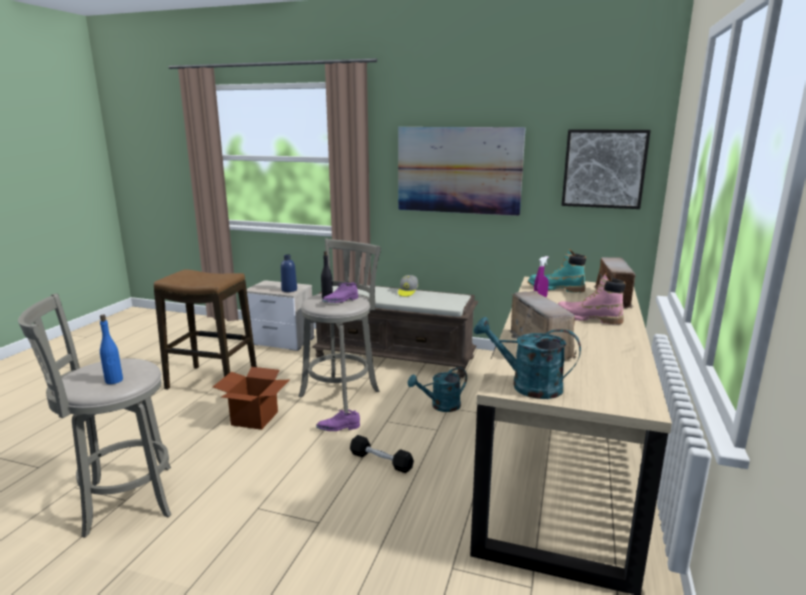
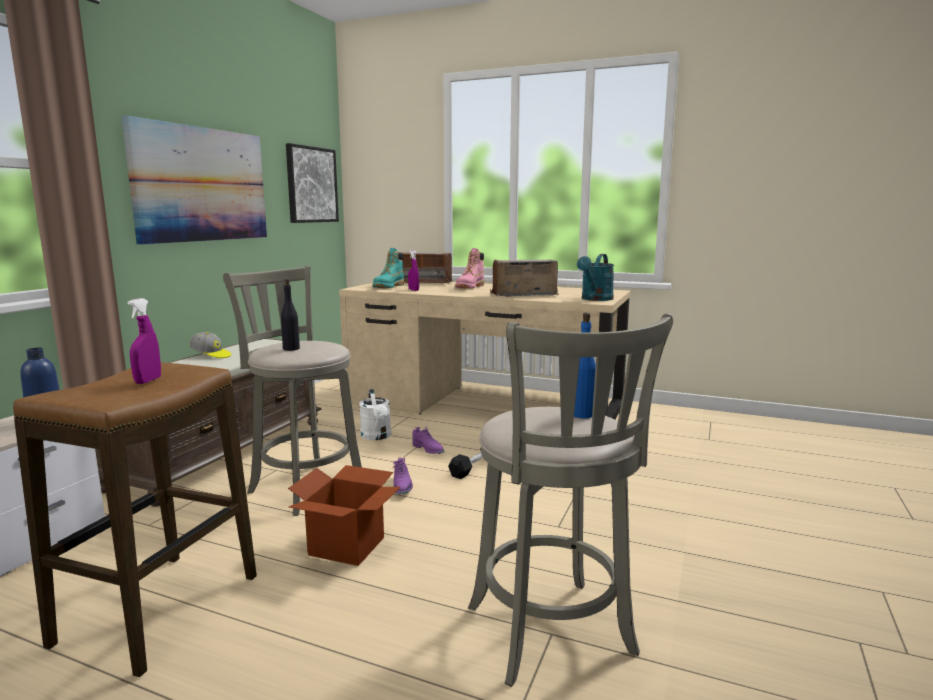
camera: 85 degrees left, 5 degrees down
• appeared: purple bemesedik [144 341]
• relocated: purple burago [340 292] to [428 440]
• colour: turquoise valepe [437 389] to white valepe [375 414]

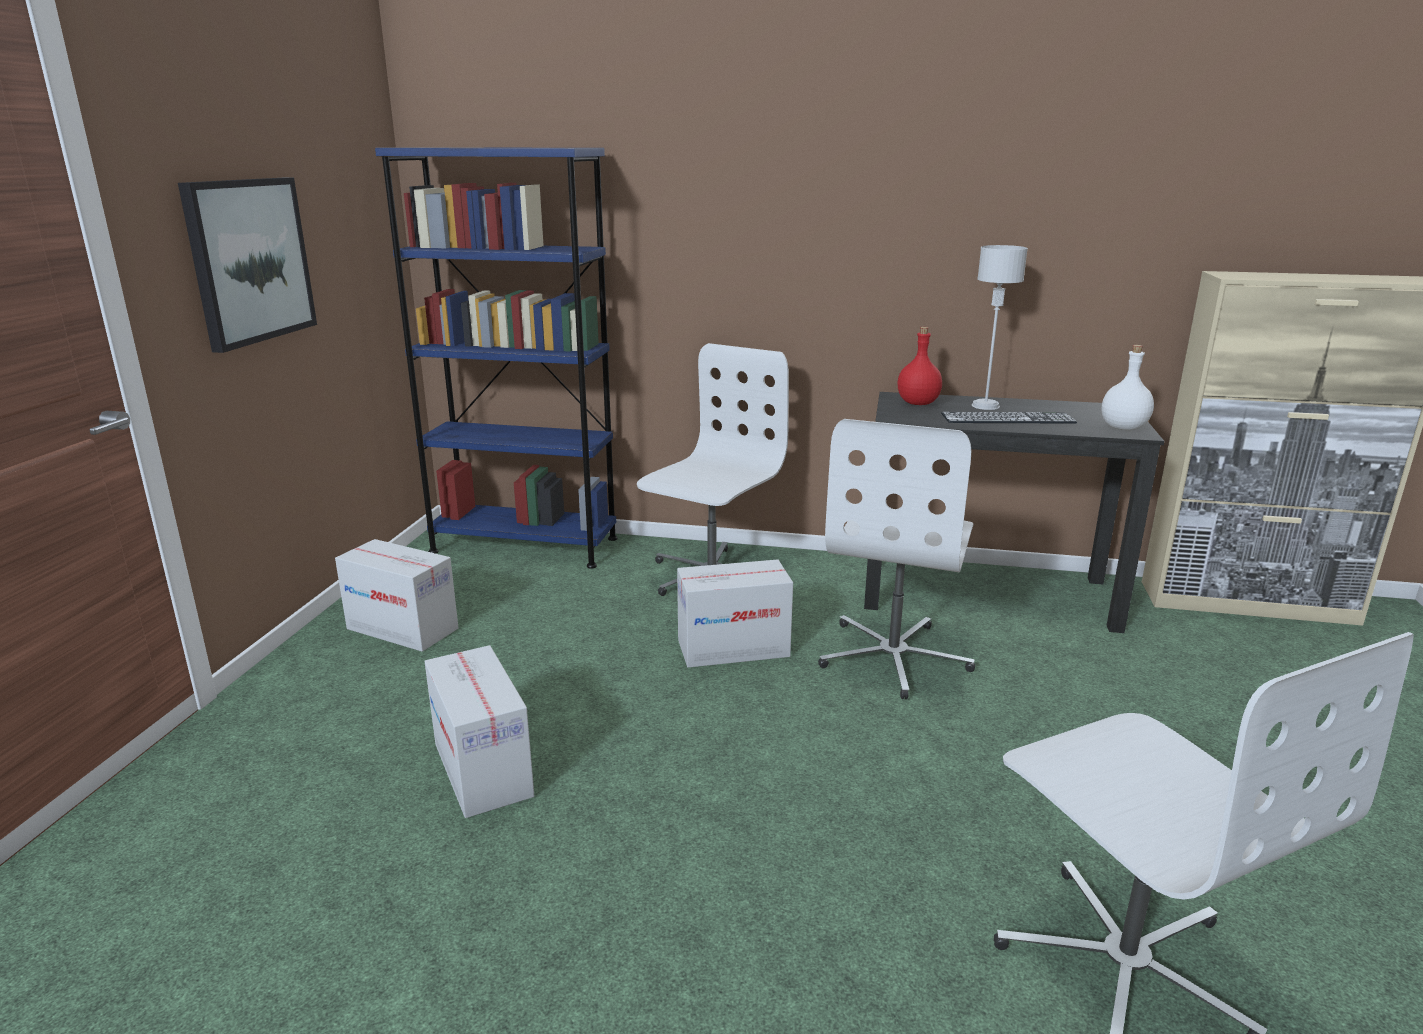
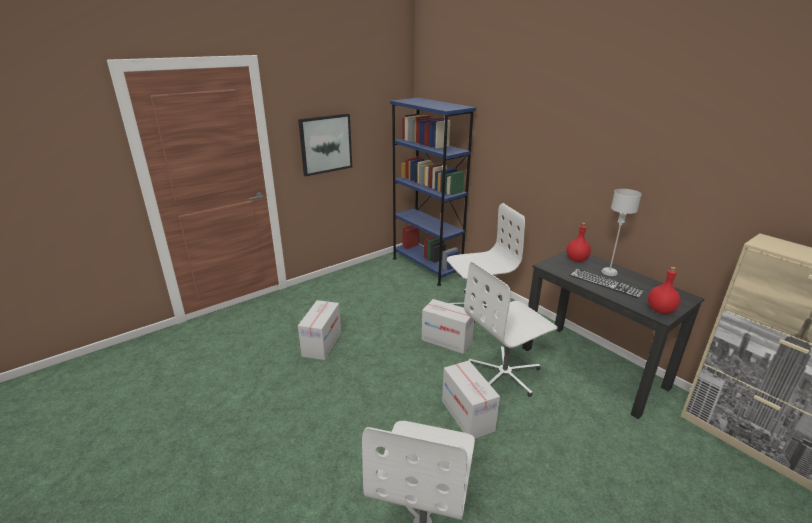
camera: 40 degrees right, 5 degrees up
• relocated: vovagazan [397 595] to [471 399]
• colour: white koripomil [1128 387] to red koripomil [664 290]

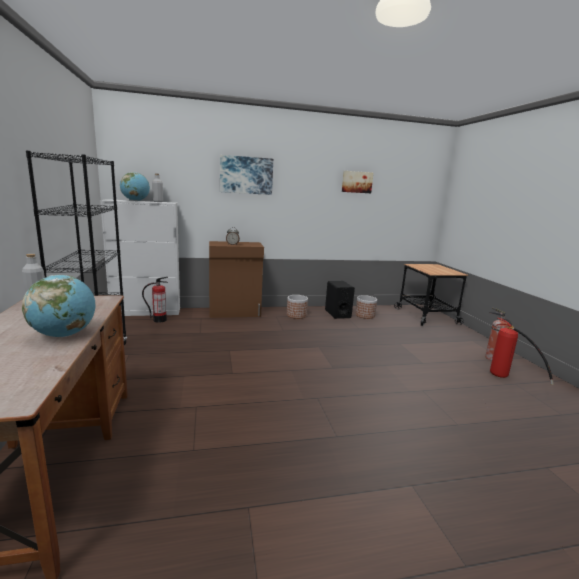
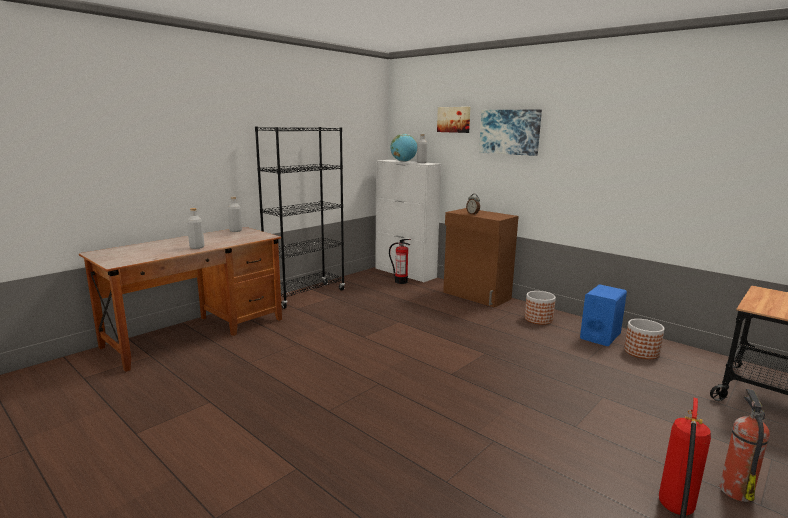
camera: 55 degrees right, 0 degrees up
• relocated: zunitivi [357 182] to [454 120]
• exchanged: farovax [58 306] to grey koripomil [195 228]
• colour: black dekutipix [340 300] to blue dekutipix [603 315]

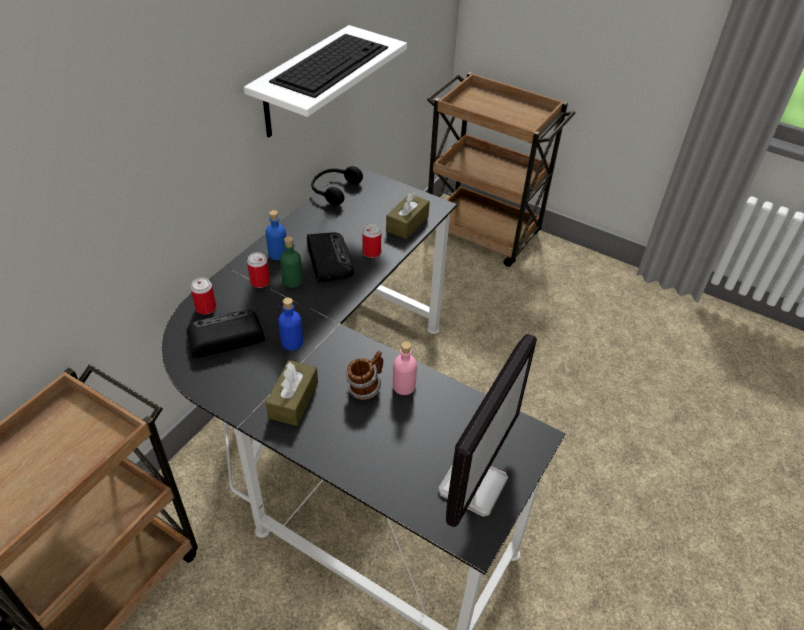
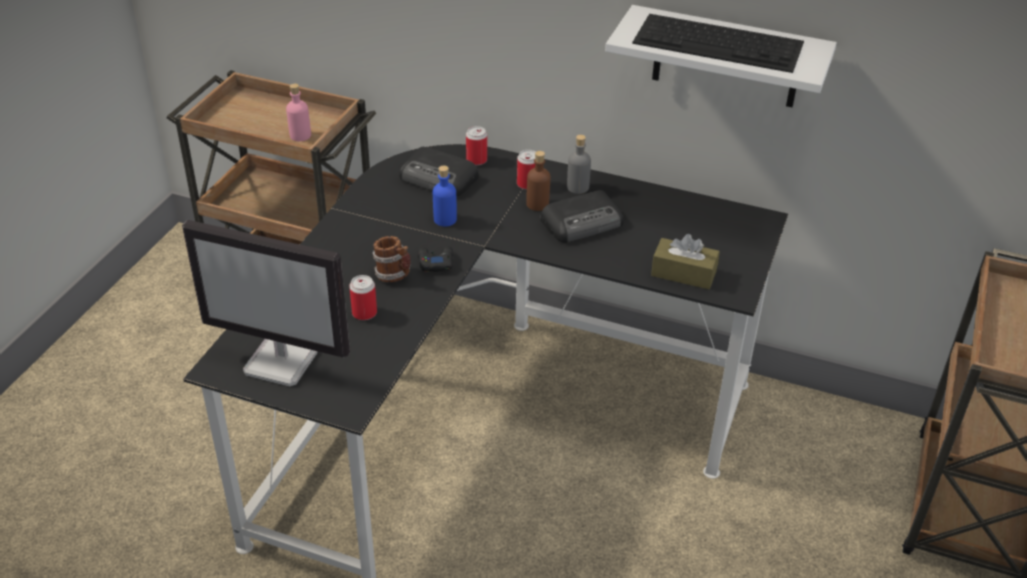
camera: 80 degrees right, 5 degrees down
• missing: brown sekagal [292 393]
• missing: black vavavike [337 186]
• appeared: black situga [435 259]
• relocated: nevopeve [371 241] to [363 297]
• relocated: pink koripomil [405 368] to [298 112]
• colour: blue koripomil [276 235] to grey koripomil [579 164]
• colour: green koripomil [291 262] to brown koripomil [538 181]
• spun: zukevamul [226 334] = [439 172] 150 degrees clockwise

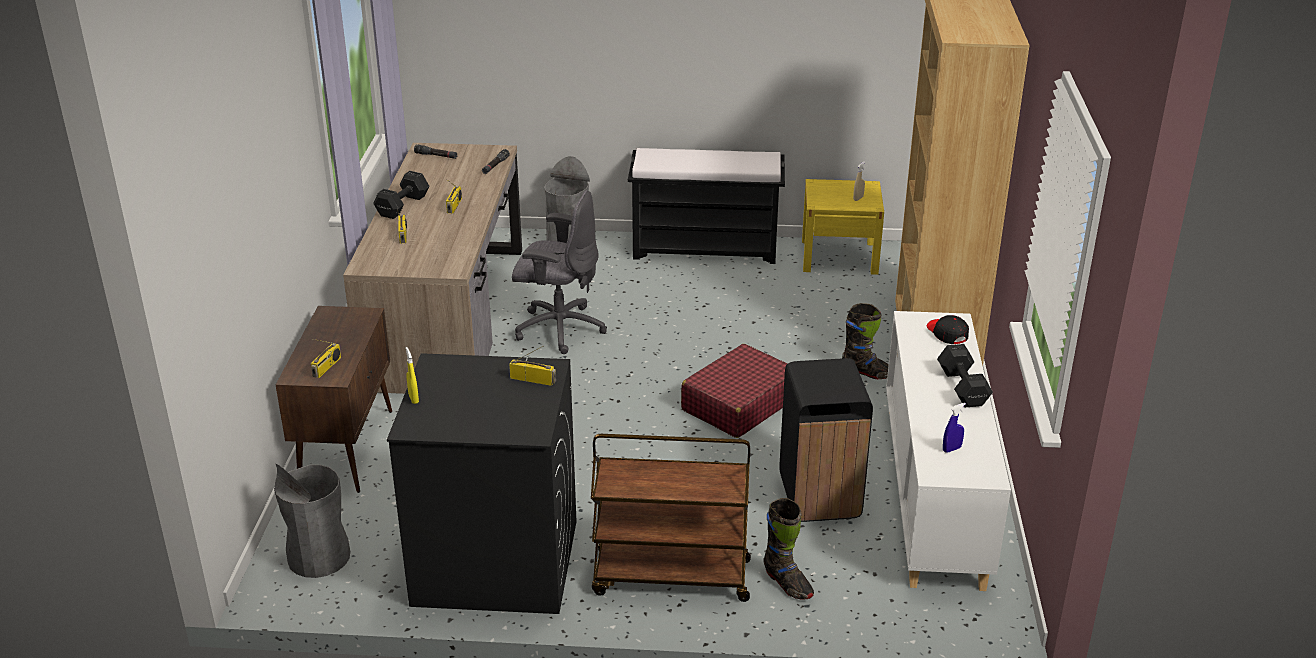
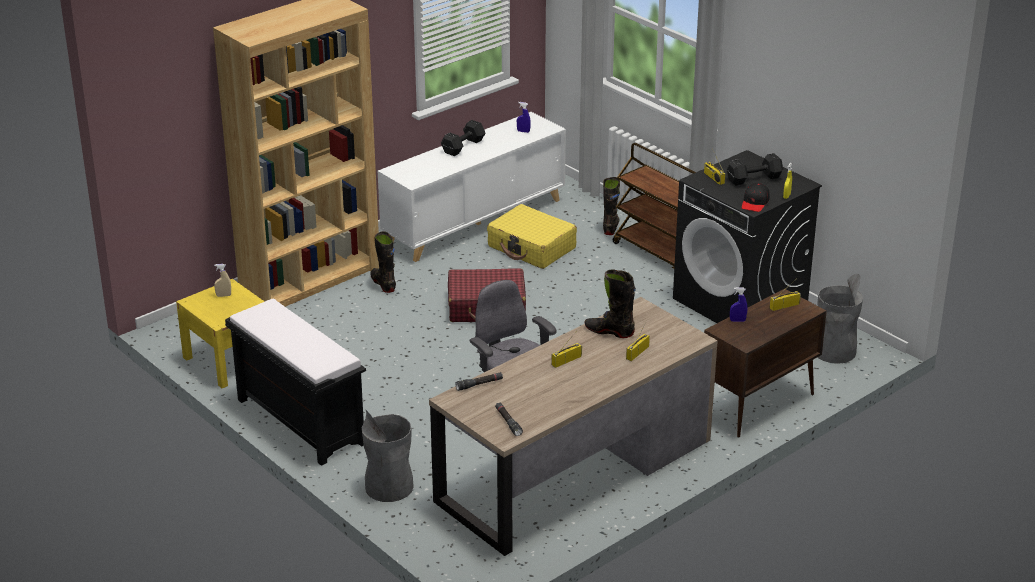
camera: 135 degrees left, 0 degrees up
• appeared: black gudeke [610 303]
• appeared: blue bemesedik [738 304]
• relocated: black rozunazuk [401 195] to [755 169]
• relocated: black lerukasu [947 329] to [756 197]
• exchanged: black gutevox [826 440] to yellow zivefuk [532 236]

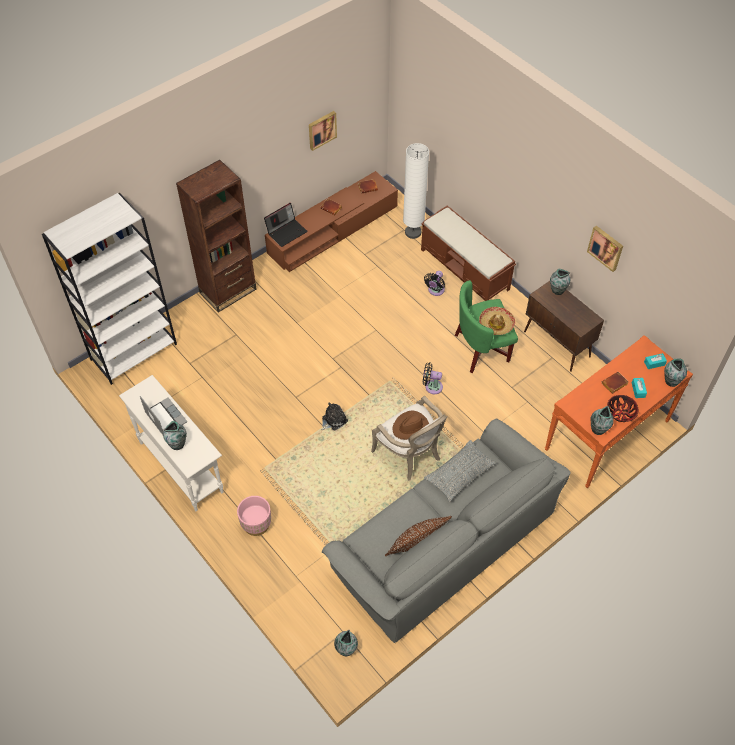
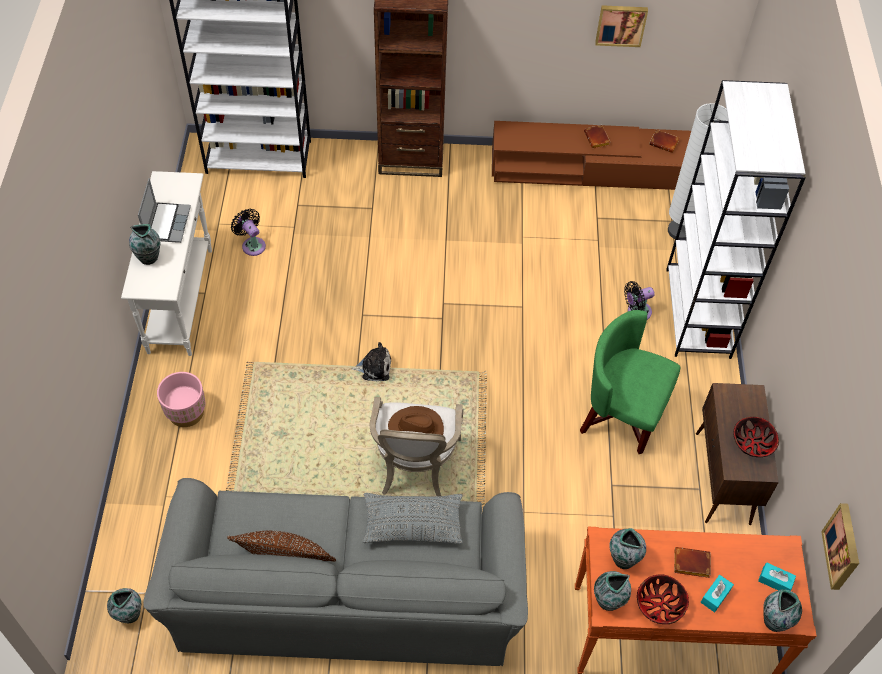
camera: 40 degrees right, 0 degrees up
• missing: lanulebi [285 225]
• missing: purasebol [497 321]
• appeared: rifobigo [756 437]
• relocated: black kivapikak [433 378] to [248 232]
• relocated: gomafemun [560 282] to [627 548]
• relocated: zunitivi [605 249] to [840 546]
• exchanged: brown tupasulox [468 253] to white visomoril [736 219]

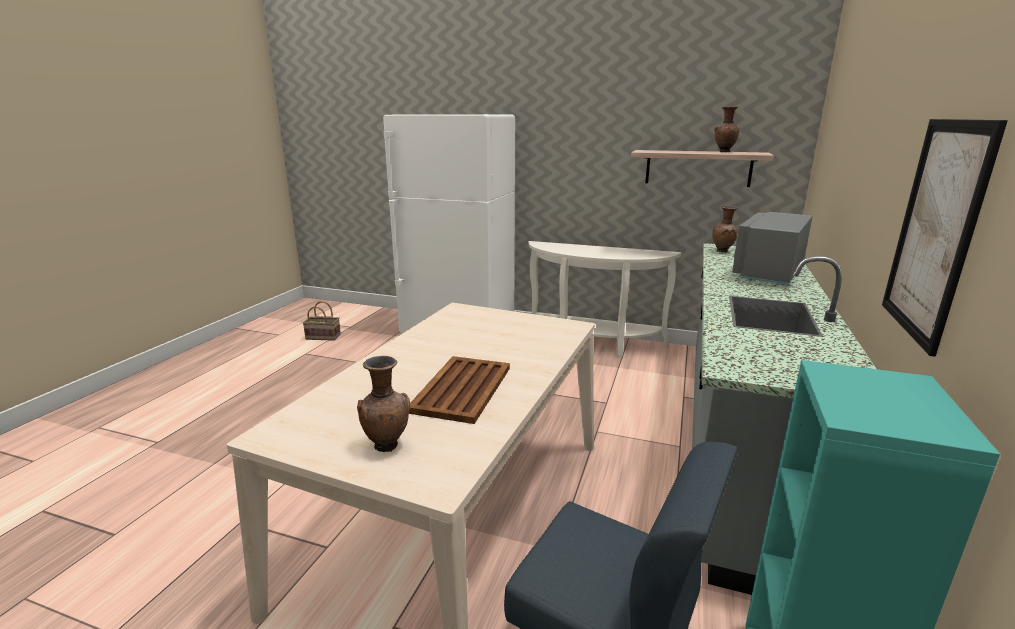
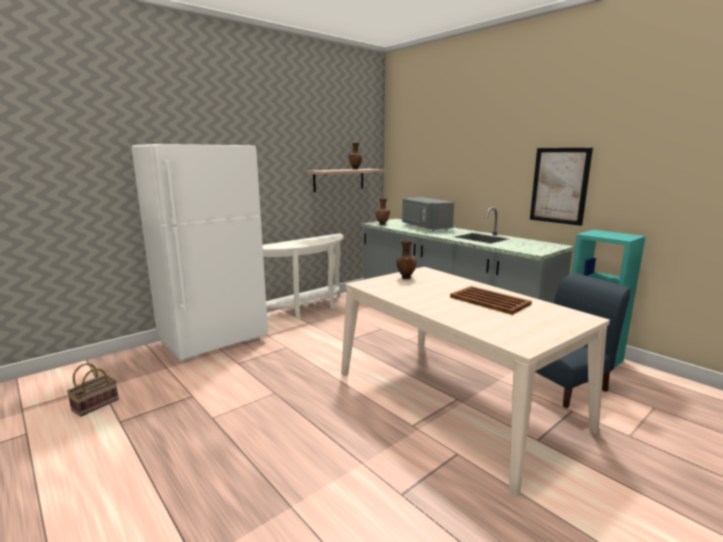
camera: 60 degrees left, 5 degrees down
• relocated: brown gomafemun [383 404] to [406 259]

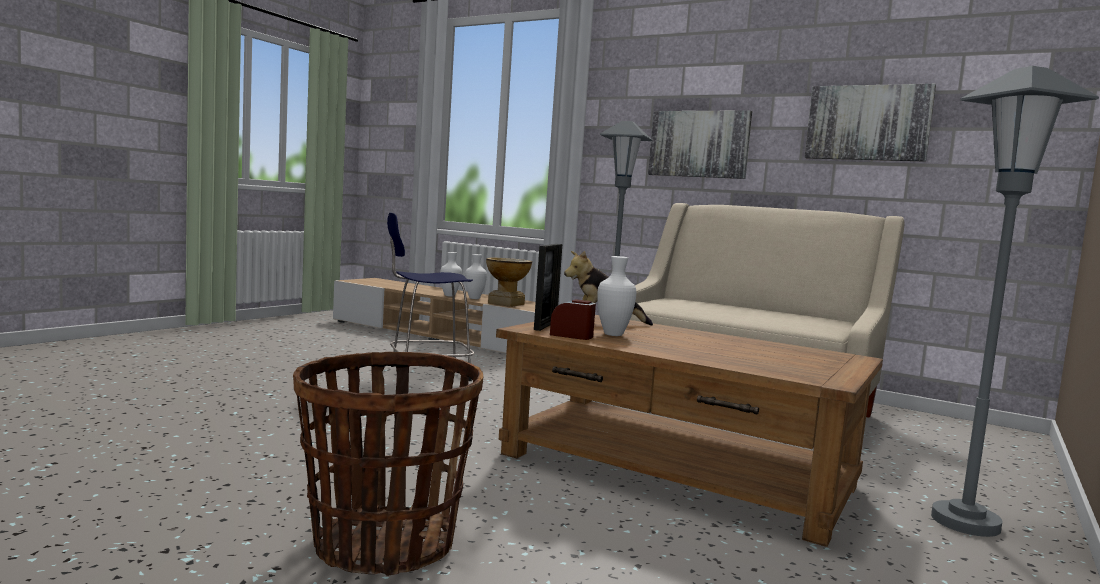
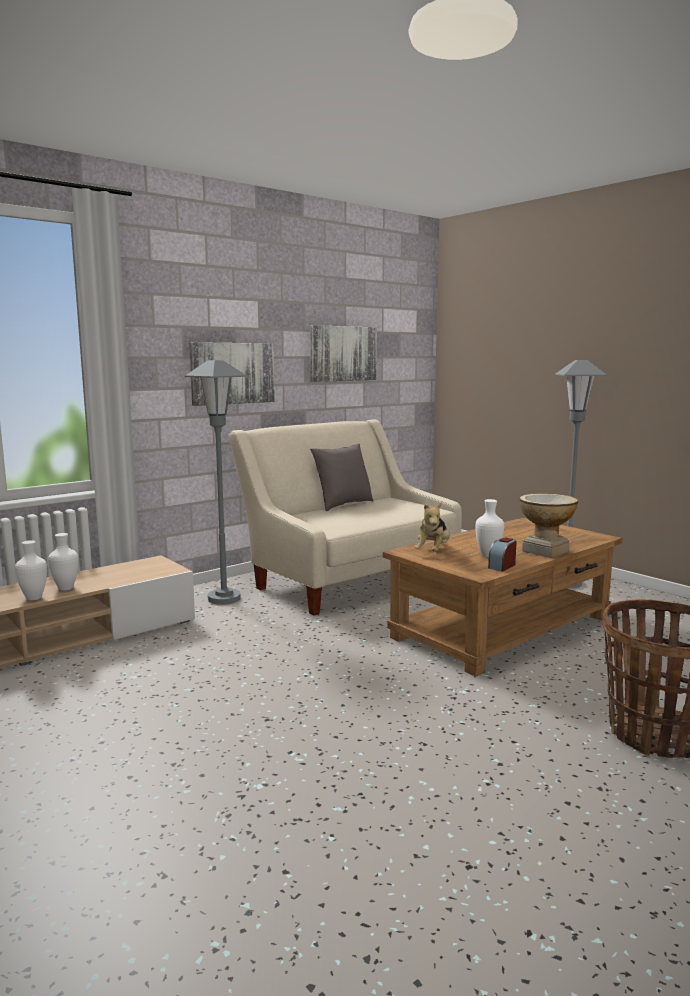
camera: 70 degrees left, 5 degrees up
• missing: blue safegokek [430 296]
• missing: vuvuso [548 287]
• appeared: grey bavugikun [341 477]
• relocated: gomafemun [509 282] to [548 525]

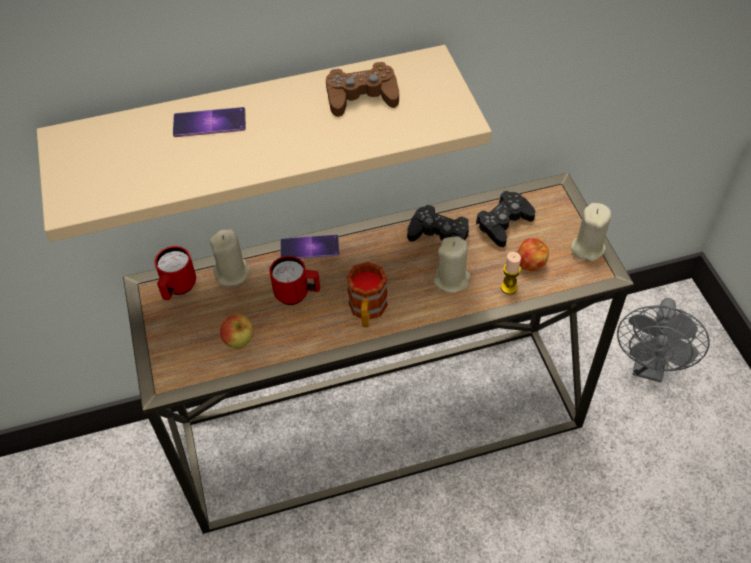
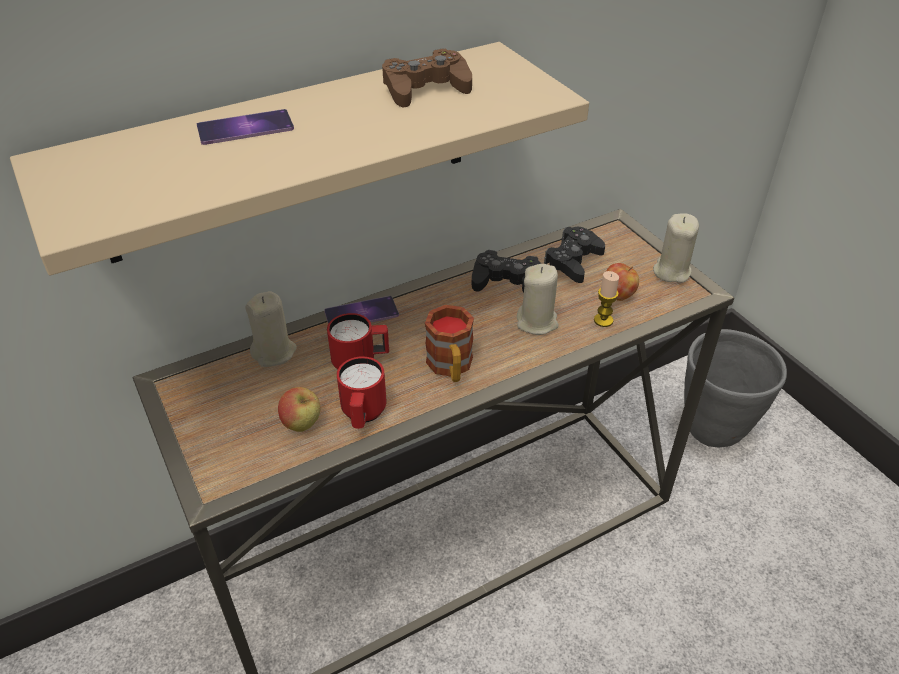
camera: 15 degrees left, 10 degrees down
• relocated: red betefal [175 273] to [361 392]
• exchanged: grey kivapikak [663 340] to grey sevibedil [735 388]

